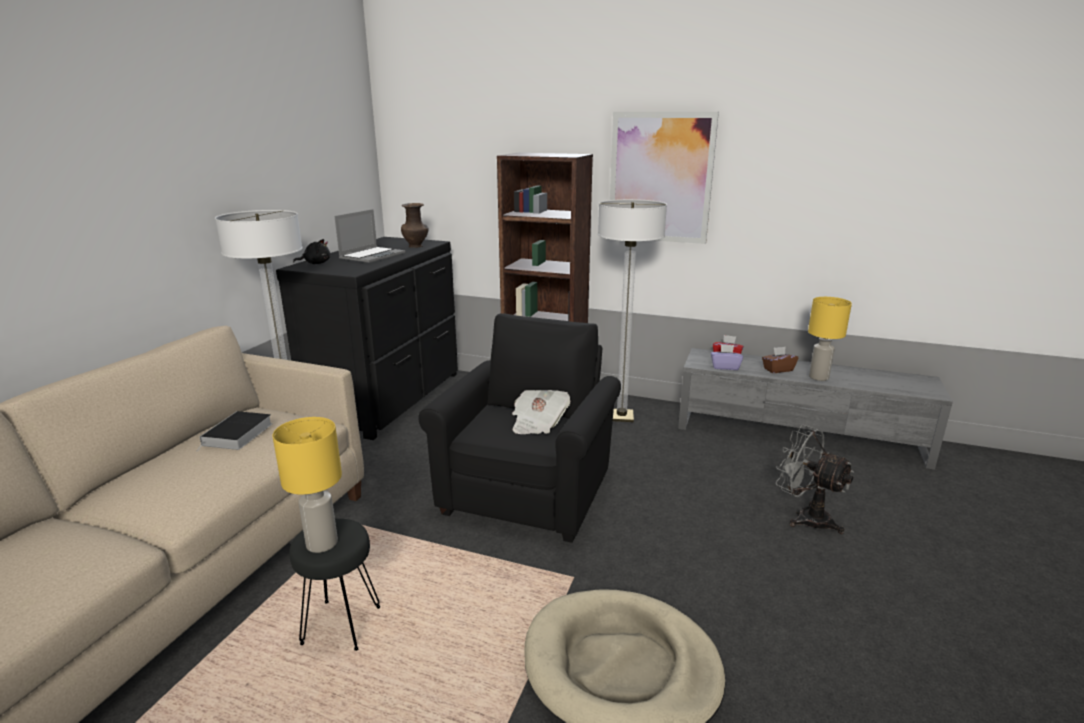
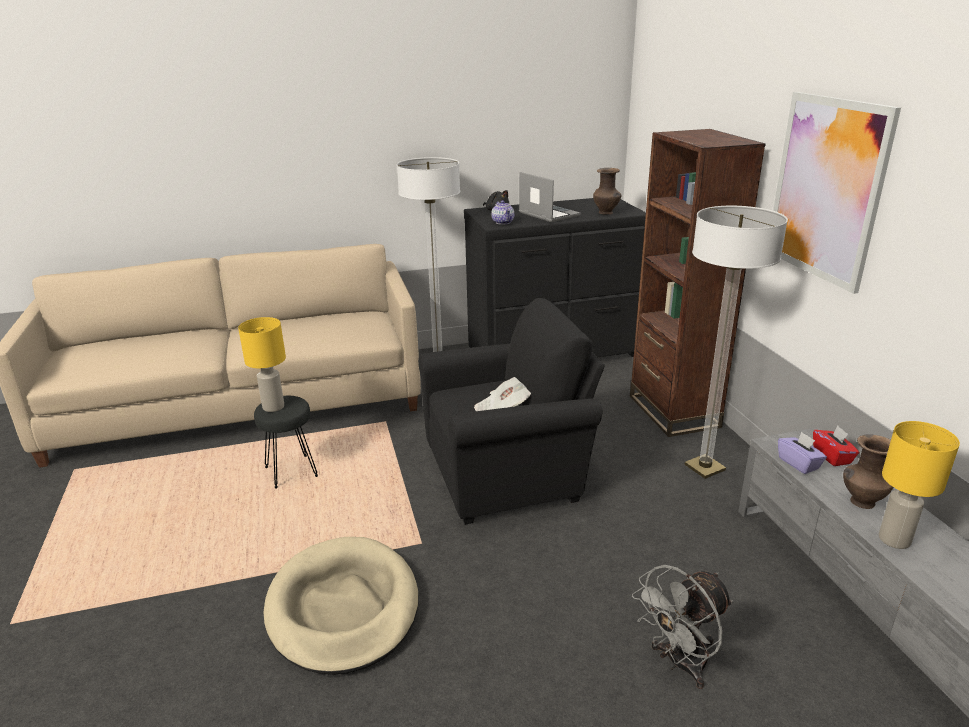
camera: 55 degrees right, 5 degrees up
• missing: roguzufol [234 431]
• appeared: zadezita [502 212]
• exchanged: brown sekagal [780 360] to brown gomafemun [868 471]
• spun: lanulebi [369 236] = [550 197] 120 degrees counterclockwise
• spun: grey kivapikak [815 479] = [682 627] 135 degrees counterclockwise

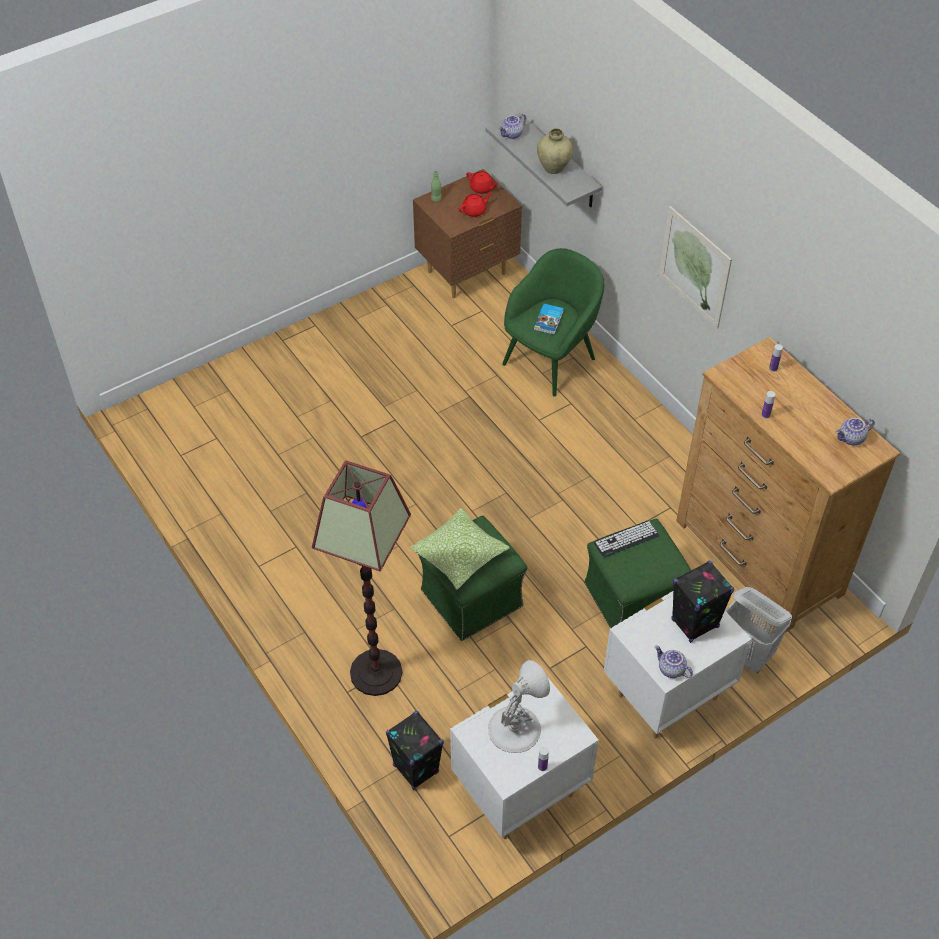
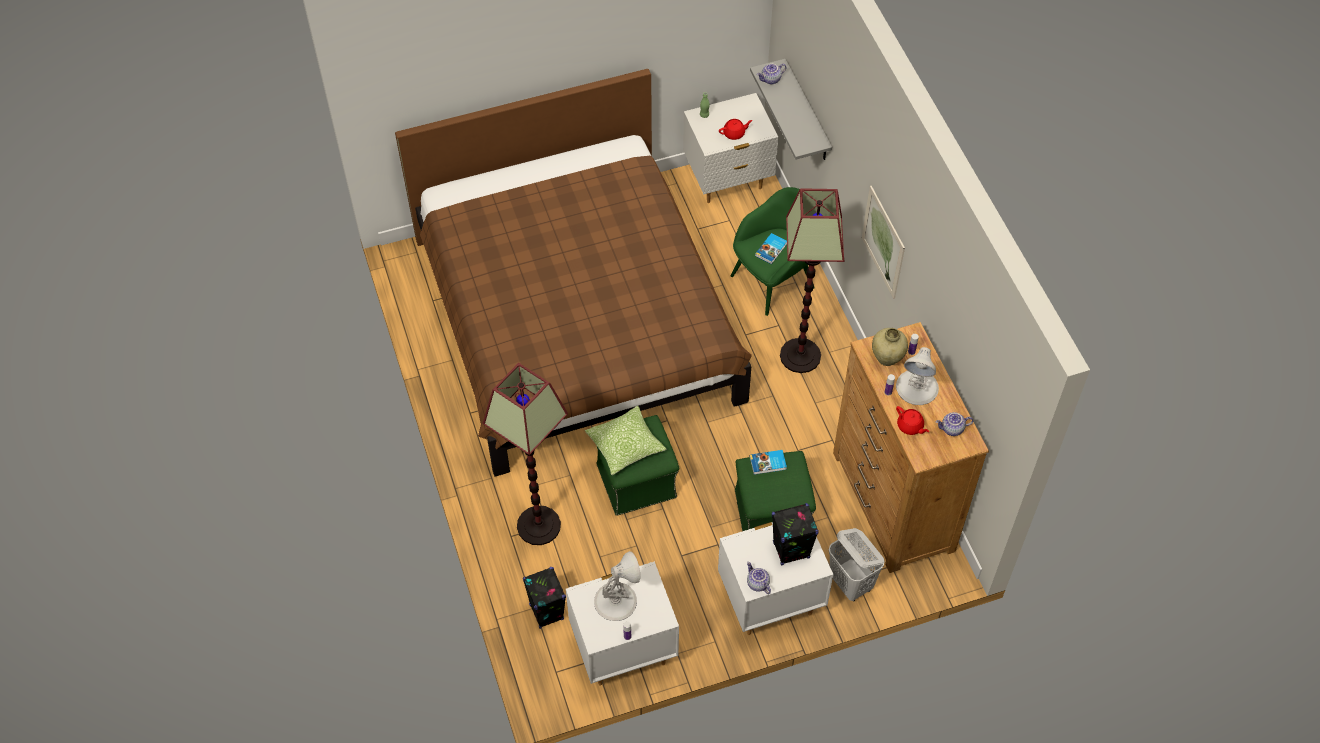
camera: 15 degrees right, 5 degrees up
• appeared: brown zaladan [573 273]
• appeared: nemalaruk [812 280]
• appeared: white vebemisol [917 376]
• relocated: red zadezita [482 182] to [912 420]
• relocated: beige gomafemun [555 151] to [890 347]
• exchanged: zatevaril [626 539] to roguzufol [768 462]
• colour: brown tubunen [467 234] to white tubunen [731 148]

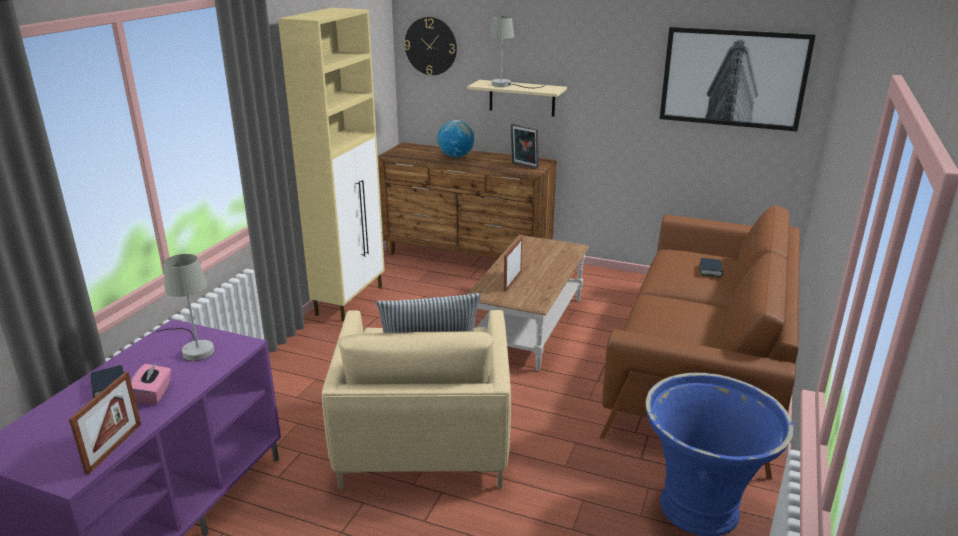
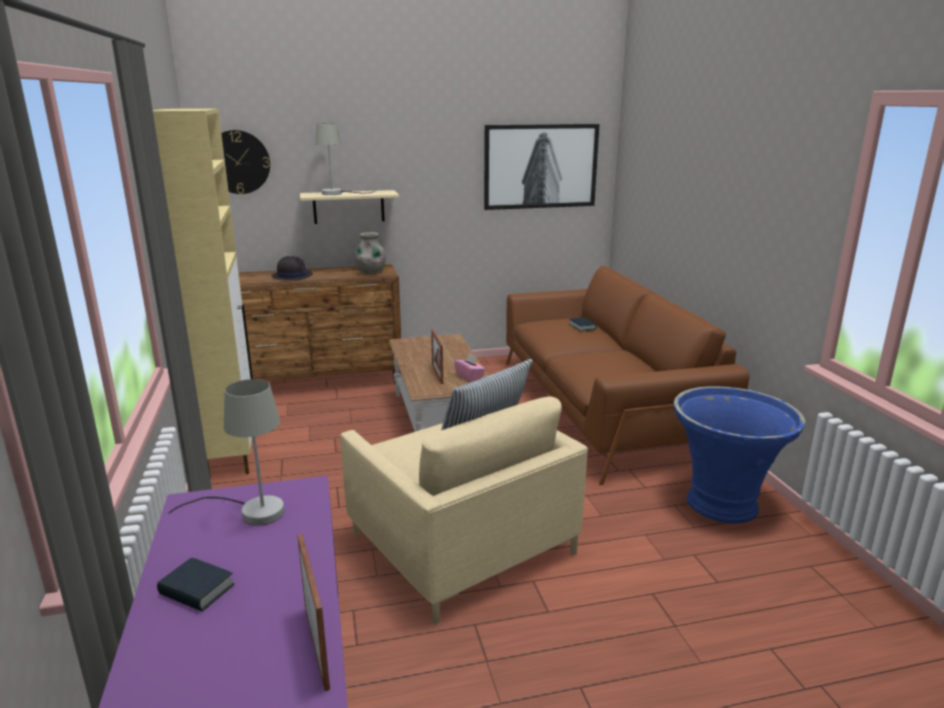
camera: 35 degrees left, 5 degrees down
• relocated: pink sekagal [151 383] to [469 368]
• exchanged: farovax [456 139] to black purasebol [292 268]
• exchanged: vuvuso [525 146] to grey gomafemun [370 253]

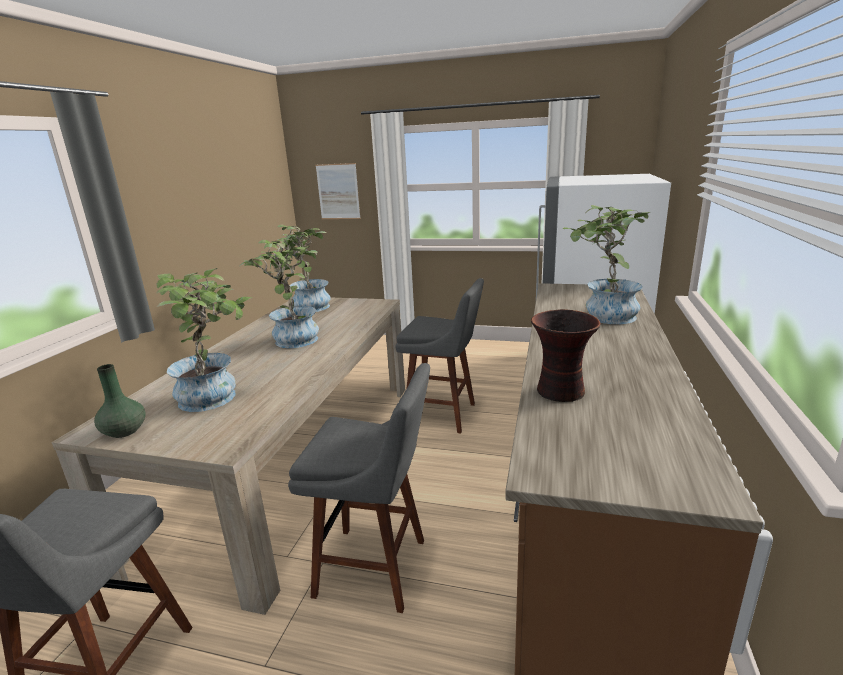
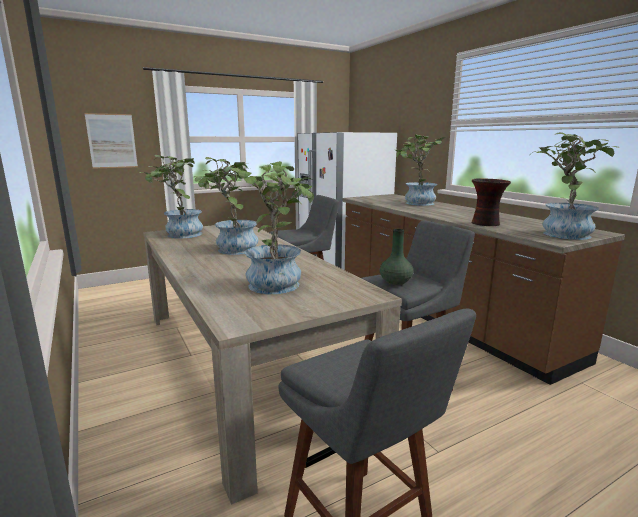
camera: 45 degrees left, 5 degrees down
• appeared: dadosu [575 186]
• relocated: green gomafemun [120 401] to [396 257]

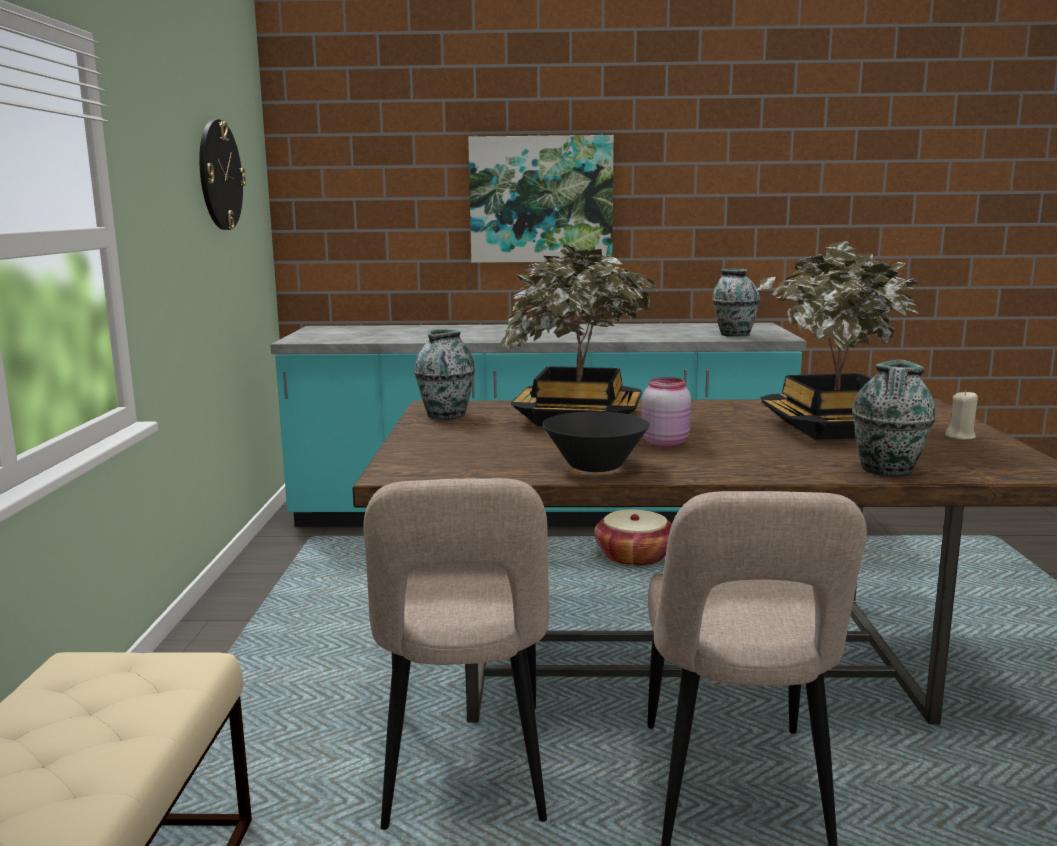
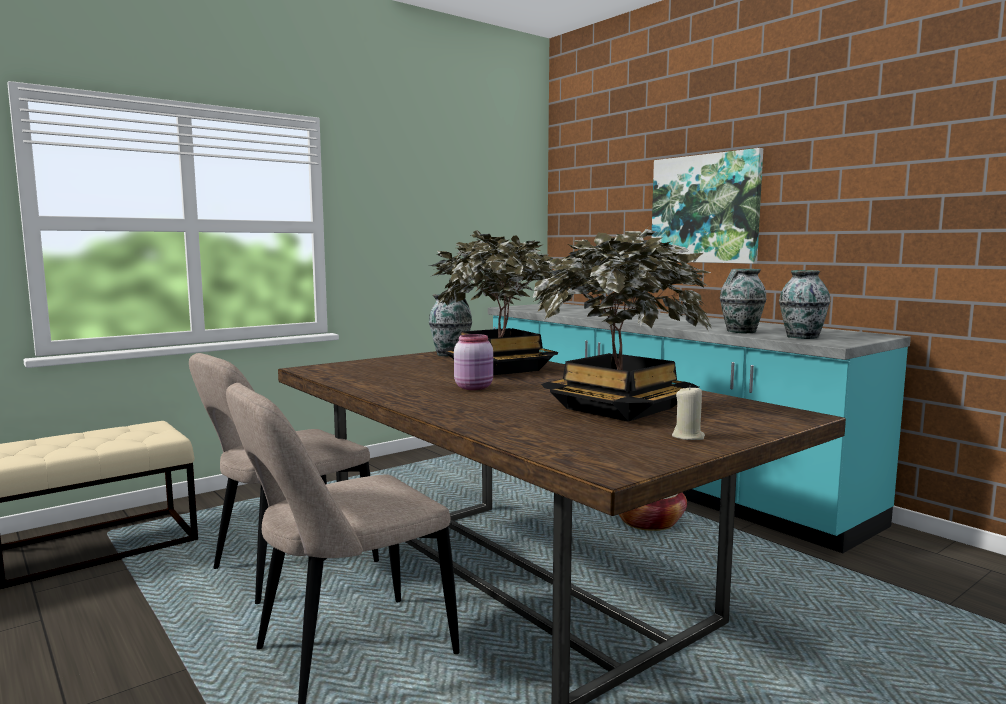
camera: 50 degrees right, 5 degrees down
• missing: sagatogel [222 174]
• missing: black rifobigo [596 442]
• relocated: gomafemun [894 418] to [743 301]

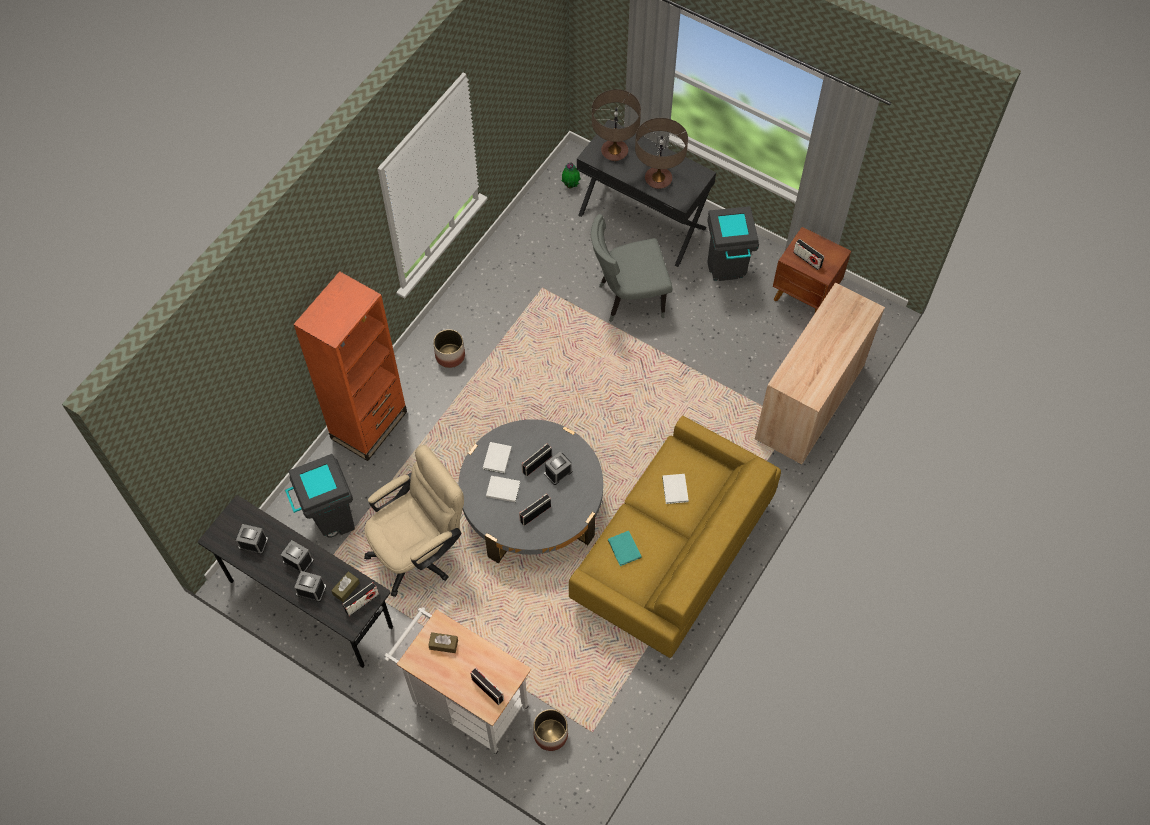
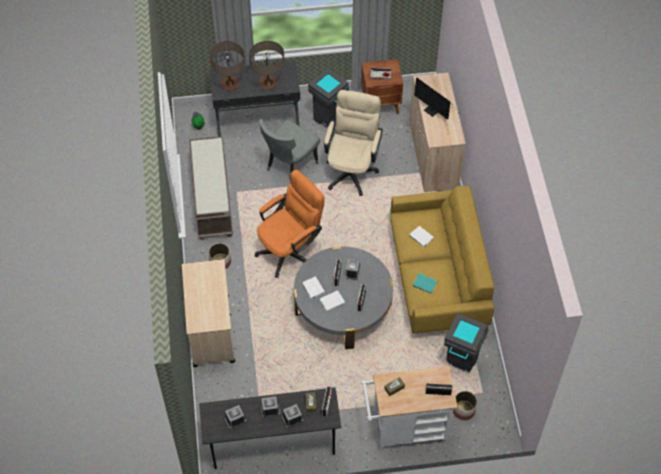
camera: 40 degrees left, 5 degrees down
• appeared: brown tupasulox [211 188]
• appeared: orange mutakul [290 224]
• appeared: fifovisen [435 98]
• relocated: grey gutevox [320 496] to [466 342]
• relocated: beige mutakul [414 521] to [353 143]
• exchanged: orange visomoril [350 366] to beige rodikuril [208 313]

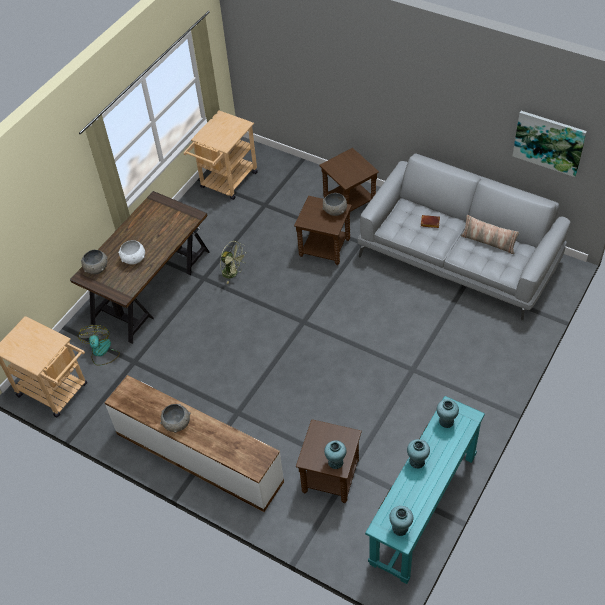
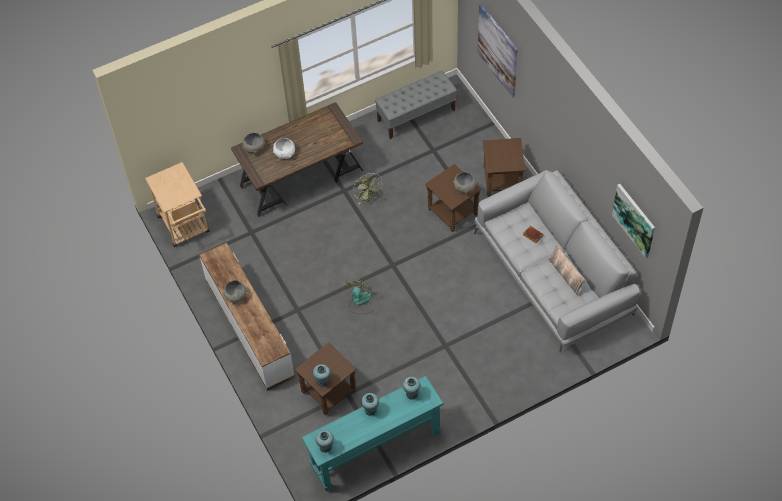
camera: 30 degrees right, 5 degrees up
• appeared: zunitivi [498 50]
• relocated: kivapikak [99 345] to [359 296]
• exchanged: beige rodikuril [221 155] to grey tupasulox [416 105]

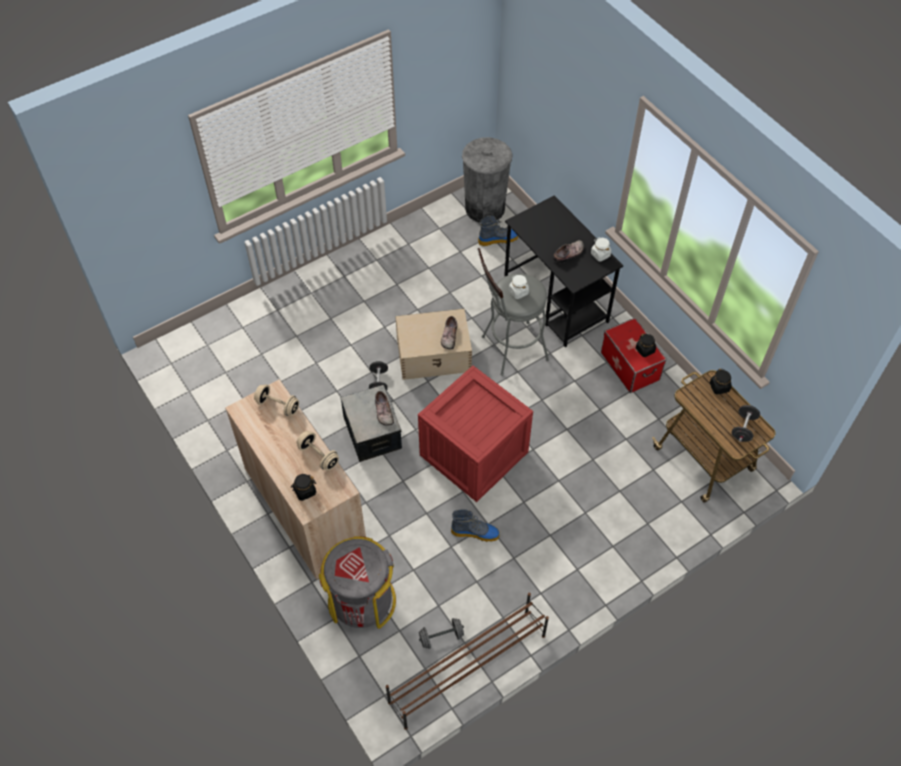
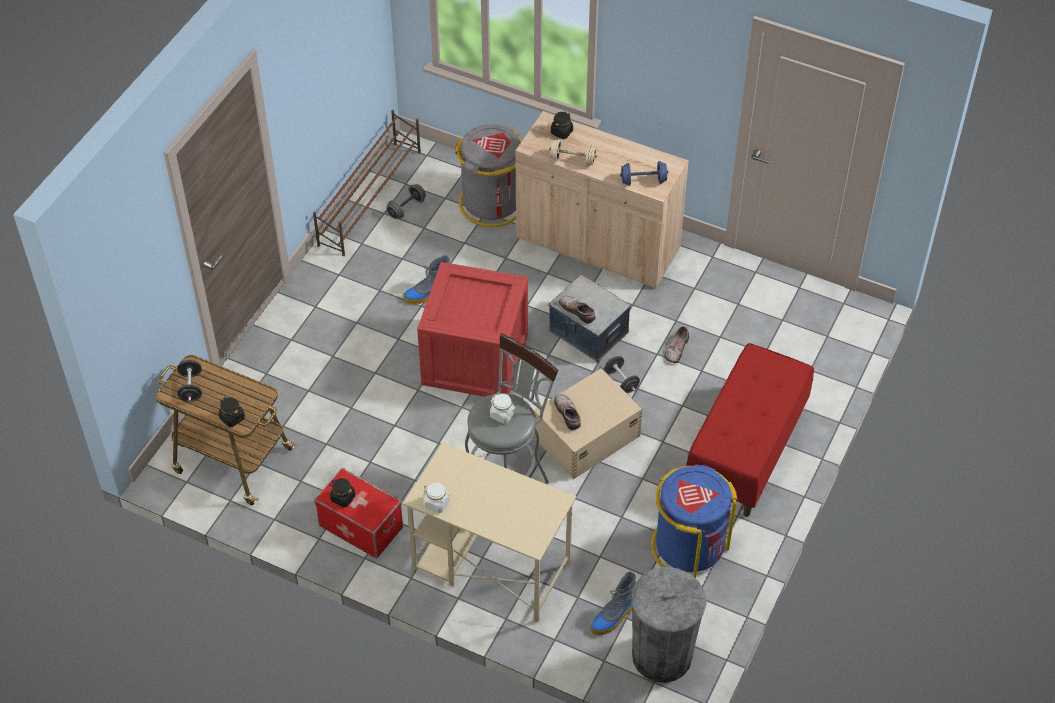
camera: 150 degrees right, 5 degrees down
• appeared: blue gutevox [694 521]
• appeared: red tupasulox [750 430]
• relocated: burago [568 251] to [677 344]
• colour: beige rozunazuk [276 400] to blue rozunazuk [644 173]
• colour: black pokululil [563 271] to beige pokululil [489 532]

